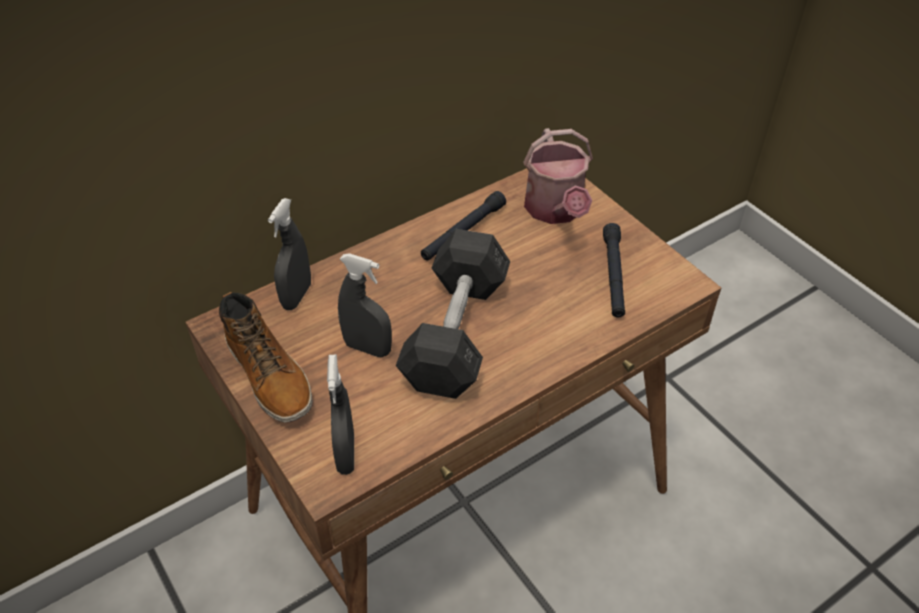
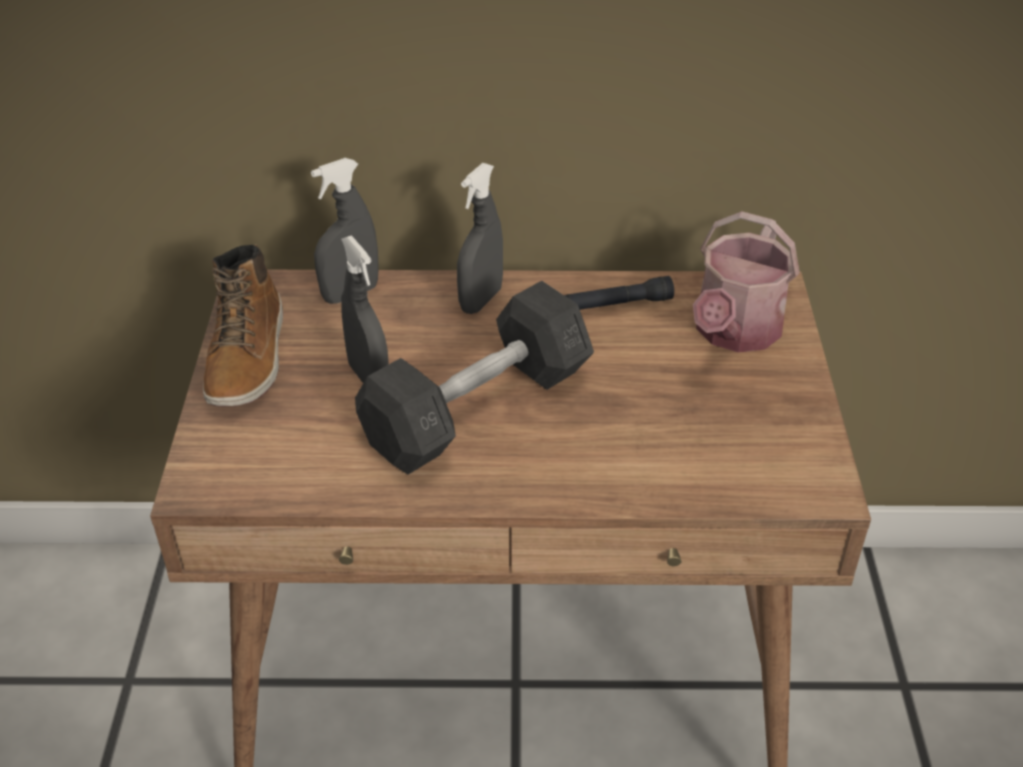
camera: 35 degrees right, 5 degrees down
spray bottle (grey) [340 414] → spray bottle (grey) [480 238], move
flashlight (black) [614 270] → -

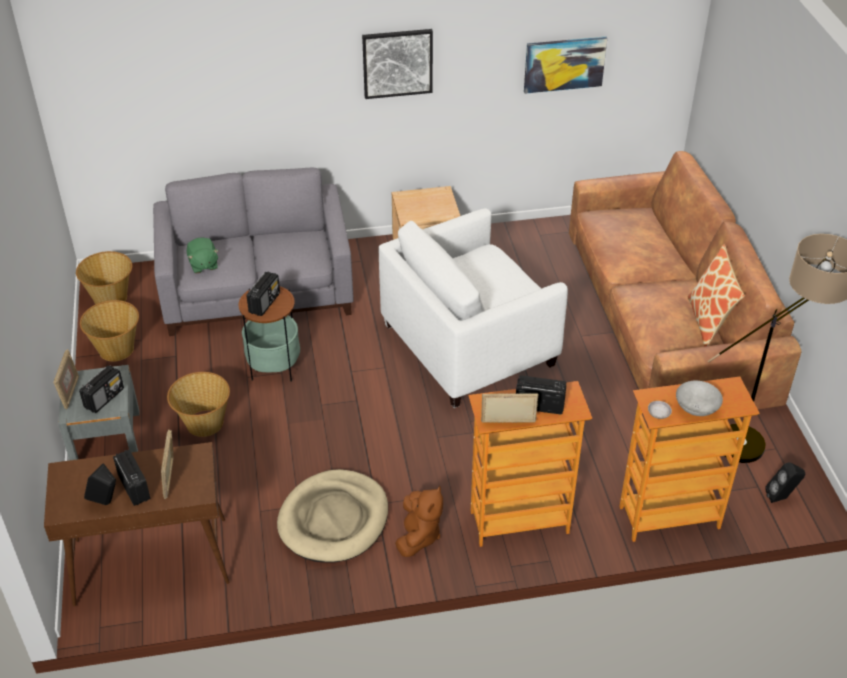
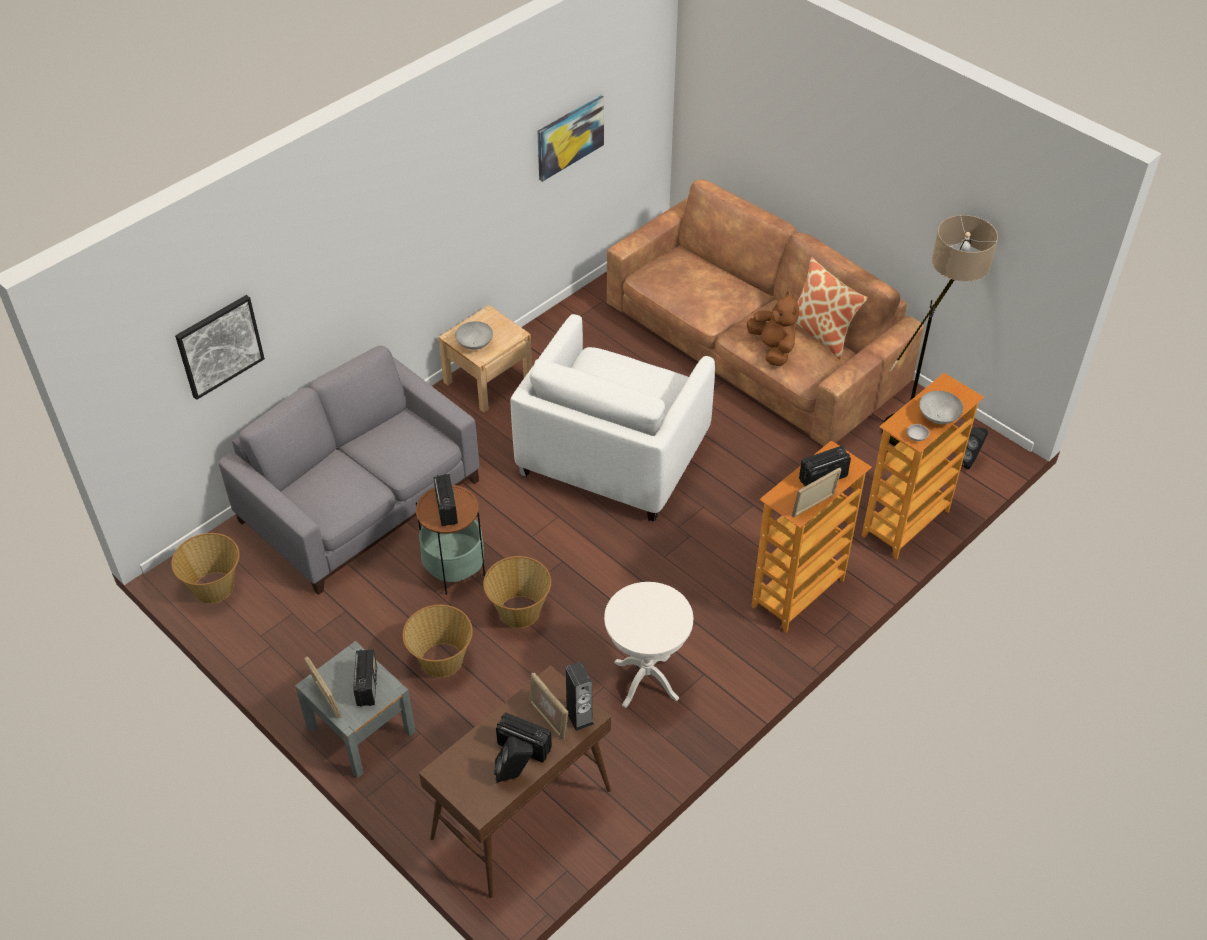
camera: 35 degrees left, 5 degrees up
basket [109 331] → basket [517 592], move
plush toy (green) [203 255] → -
dog bed (beige) [332 516] → side table (white) [649 645]
picture [397 64] → picture [220 347], move
plush toy (brown) [419 521] → plush toy (brown) [773 328], move
- → bowl (grey) [474 335]
- → speaker [579 696]

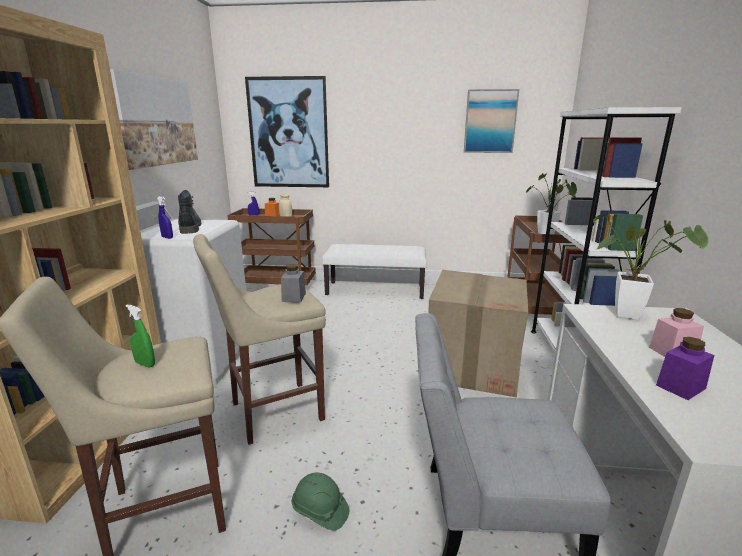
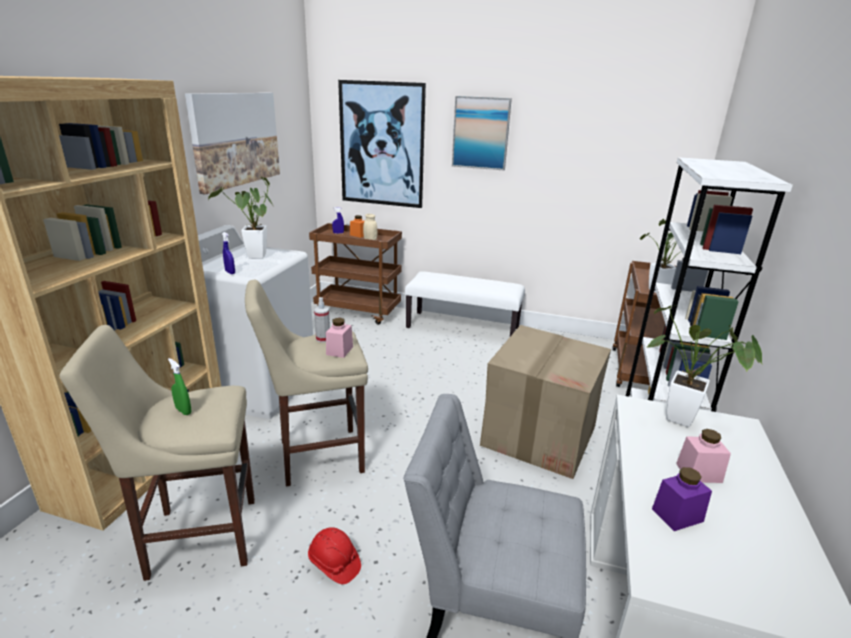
camera: 10 degrees right, 5 degrees up
boot [189 212] → potted plant [240 218]
jar (grey) [293 283] → jar (pink) [339 338]
hard hat (green) [320 502] → hard hat (red) [334 555]
picture [492 121] → picture [482 133], move
- → spray bottle [322 320]

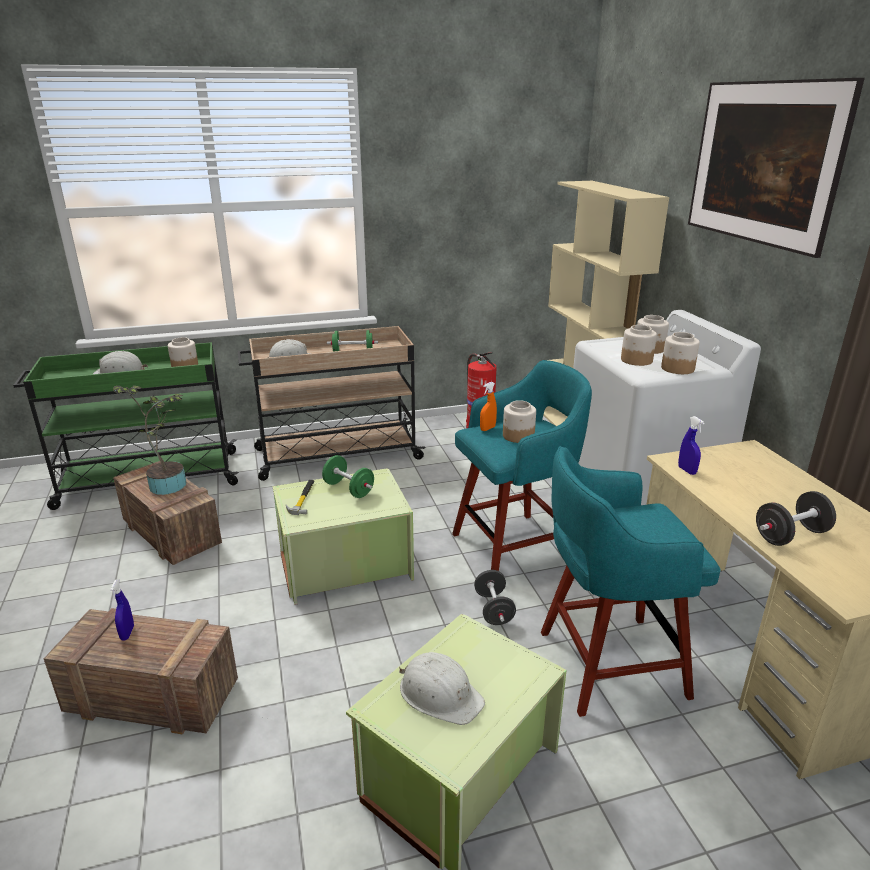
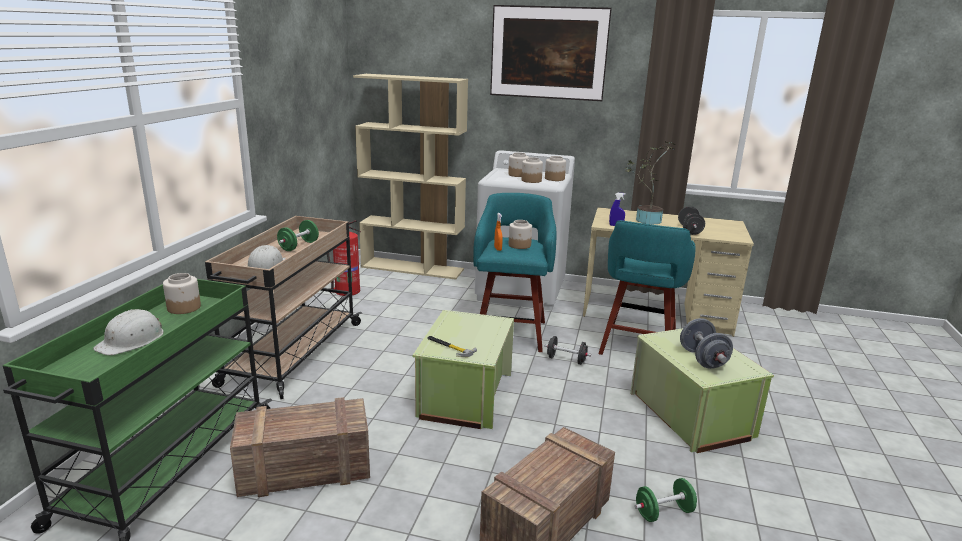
camera: 60 degrees left, 5 degrees down
spray bottle (blue) [122 610] → -
potted plant [150 440] → potted plant [650 183], move
dumbbell (green) [348 476] → dumbbell (green) [666 500], move
hard hat (white) [442 688] → dumbbell (grey) [706 343]

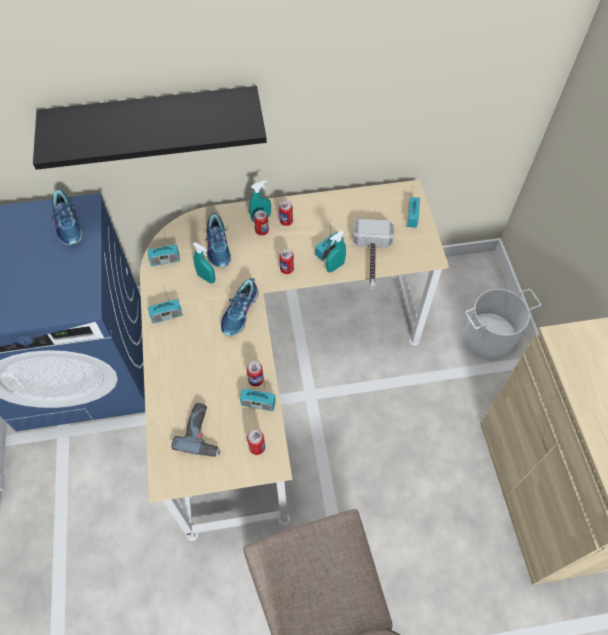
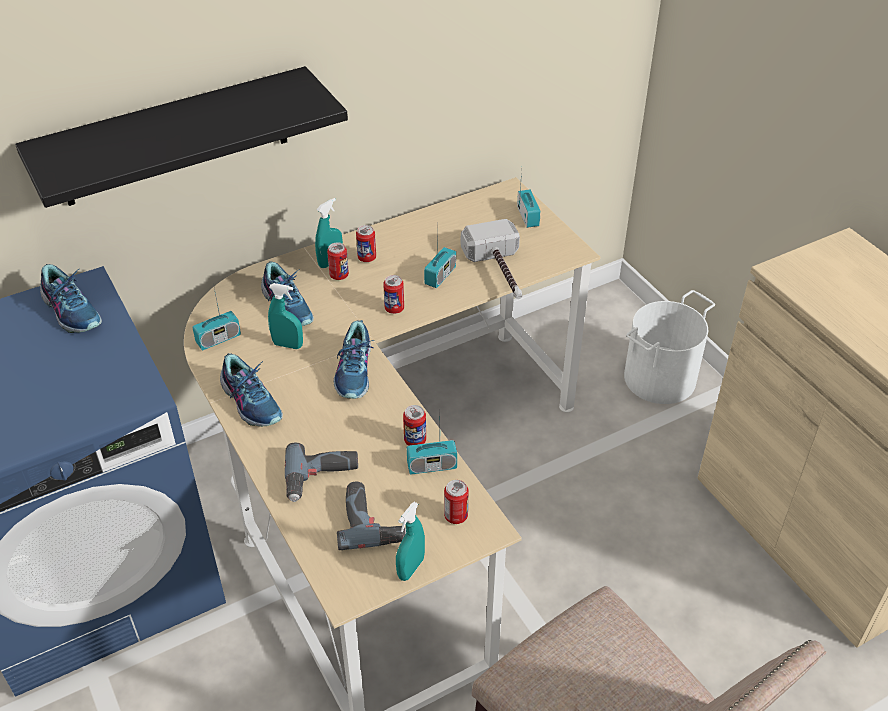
camera: 20 degrees left, 15 degrees down
radio [165 304] → shoe [251 390]
spray bottle (turquoise) [336 252] → spray bottle (turquoise) [410 541], move
- → power drill [321 472]

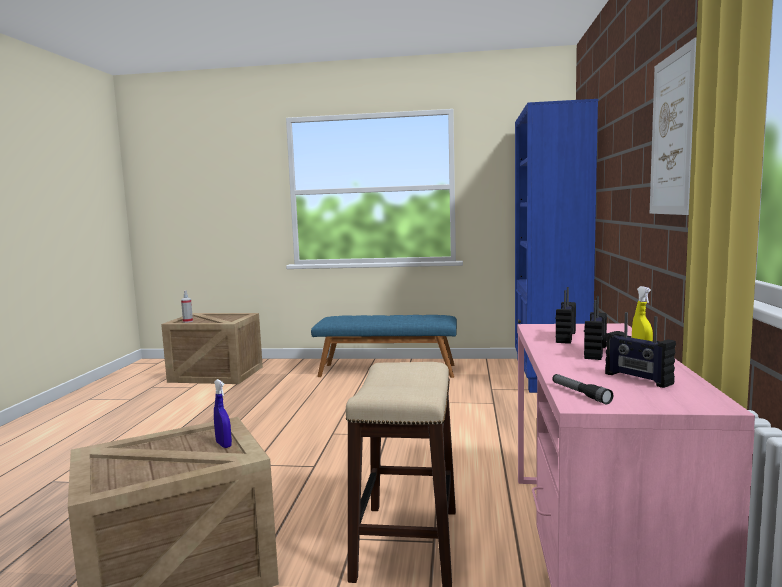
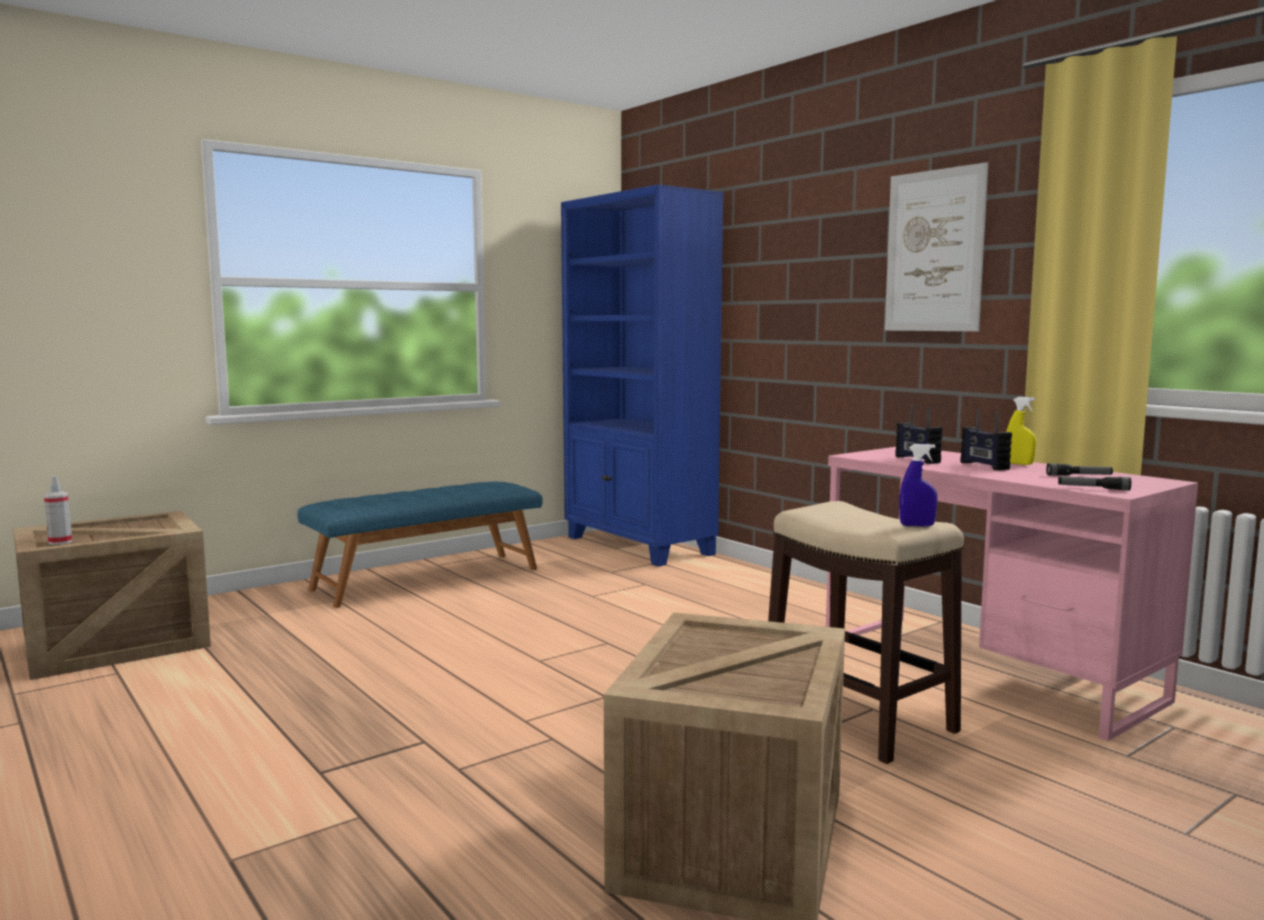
camera: 45 degrees left, 0 degrees up
spray bottle (blue) [223 413] → spray bottle (blue) [918 485], move
radio [640 350] → flashlight [1079 469]

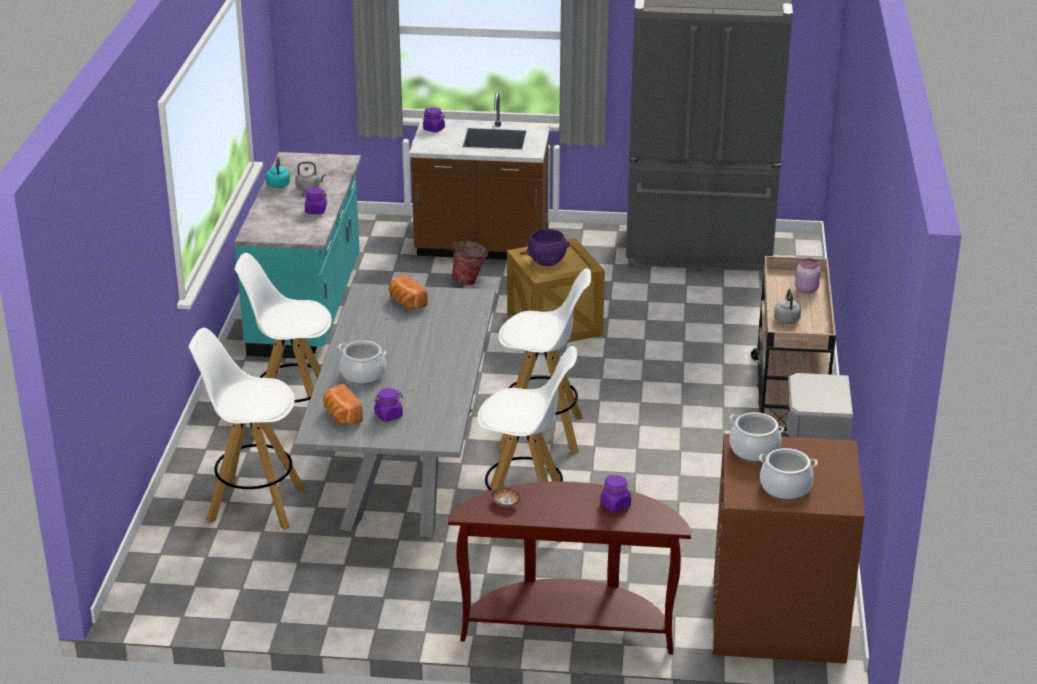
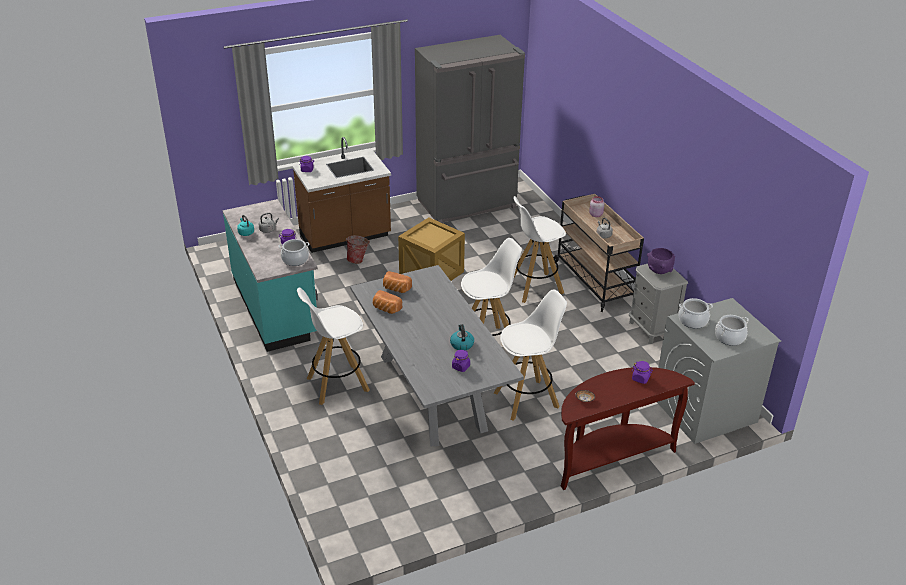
camera: 30 degrees left, 5 degrees up
stool (white) [247 429] → stool (white) [539 249], move
bread [343 404] → bread [387 302], move
cooking pot [362 362] → cooking pot [293 252], move
bowl (purple) [547 247] → bowl (purple) [661 261], move
washing machine (brown) [789 549] → washing machine (grey) [719 371]
- → kettle [462 337]

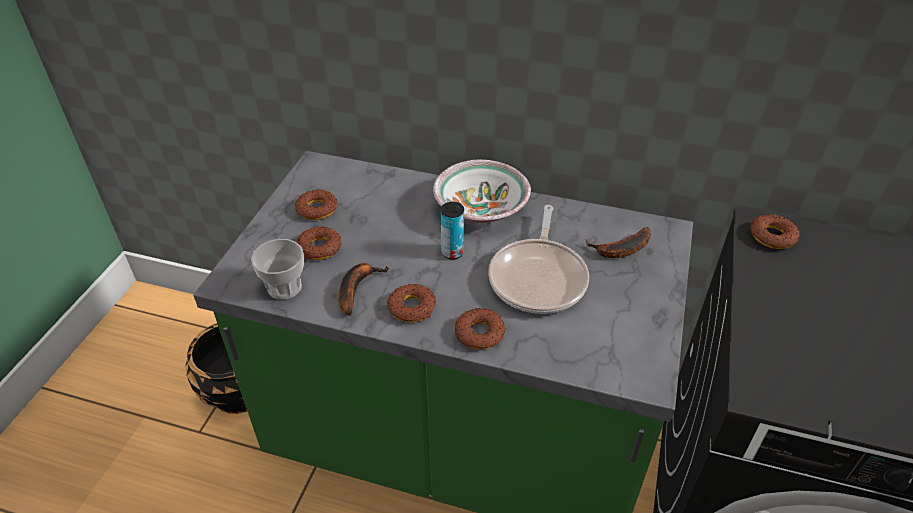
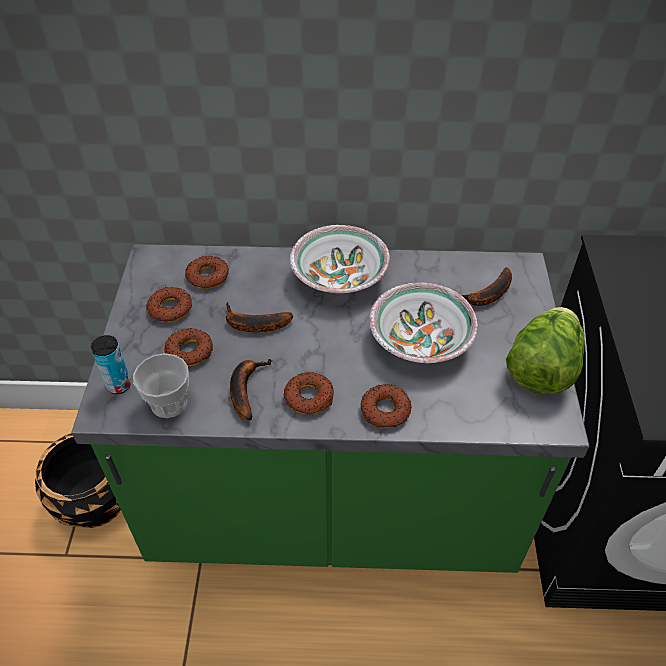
camera: 15 degrees left, 5 degrees up
can [452 231] → can [111 364], move
frying pan [538 259] → bowl [423 322]
donut [775 231] → donut [207 272], move
- → banana [259 317]
- → lettuce [545 350]

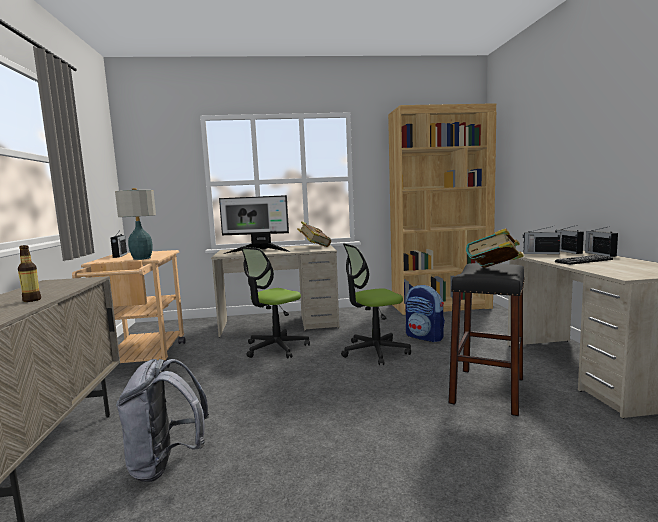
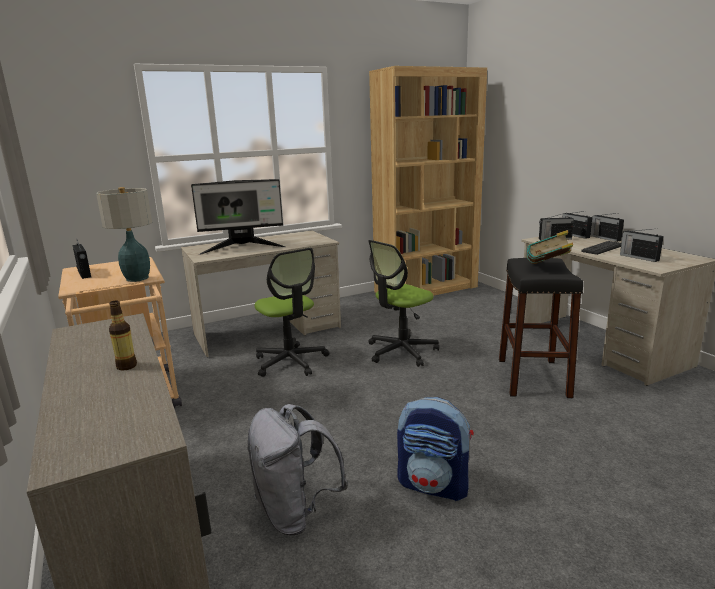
camera: 20 degrees left, 10 degrees up
office chair [275 303] → office chair [292 312], 60 degrees counterclockwise
book [314 234] → -
backpack [425 313] → backpack [435 449], move
- → radio [642 245]

